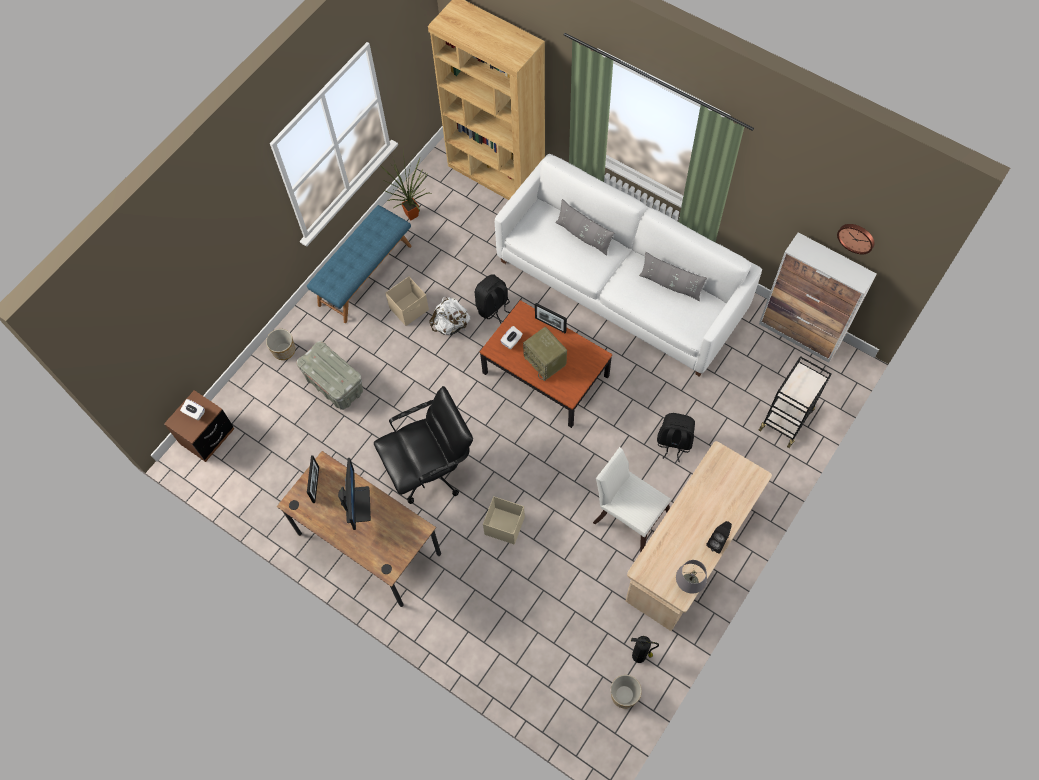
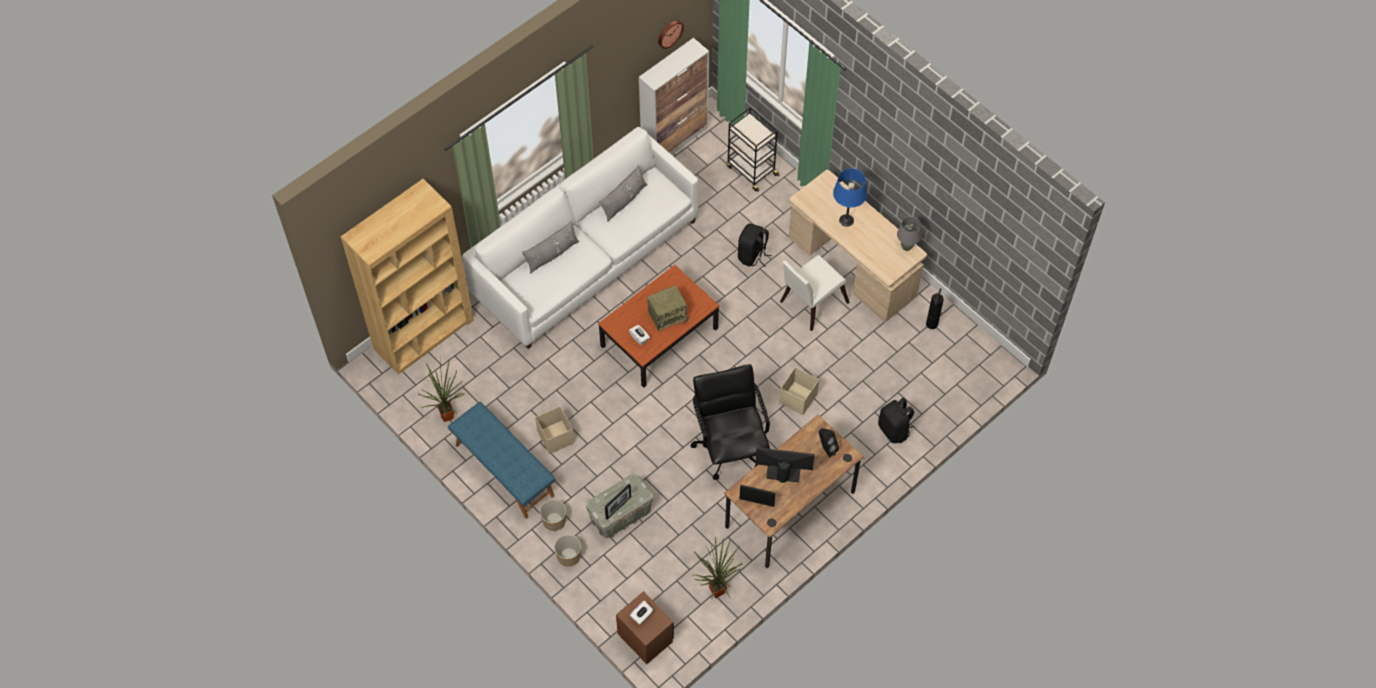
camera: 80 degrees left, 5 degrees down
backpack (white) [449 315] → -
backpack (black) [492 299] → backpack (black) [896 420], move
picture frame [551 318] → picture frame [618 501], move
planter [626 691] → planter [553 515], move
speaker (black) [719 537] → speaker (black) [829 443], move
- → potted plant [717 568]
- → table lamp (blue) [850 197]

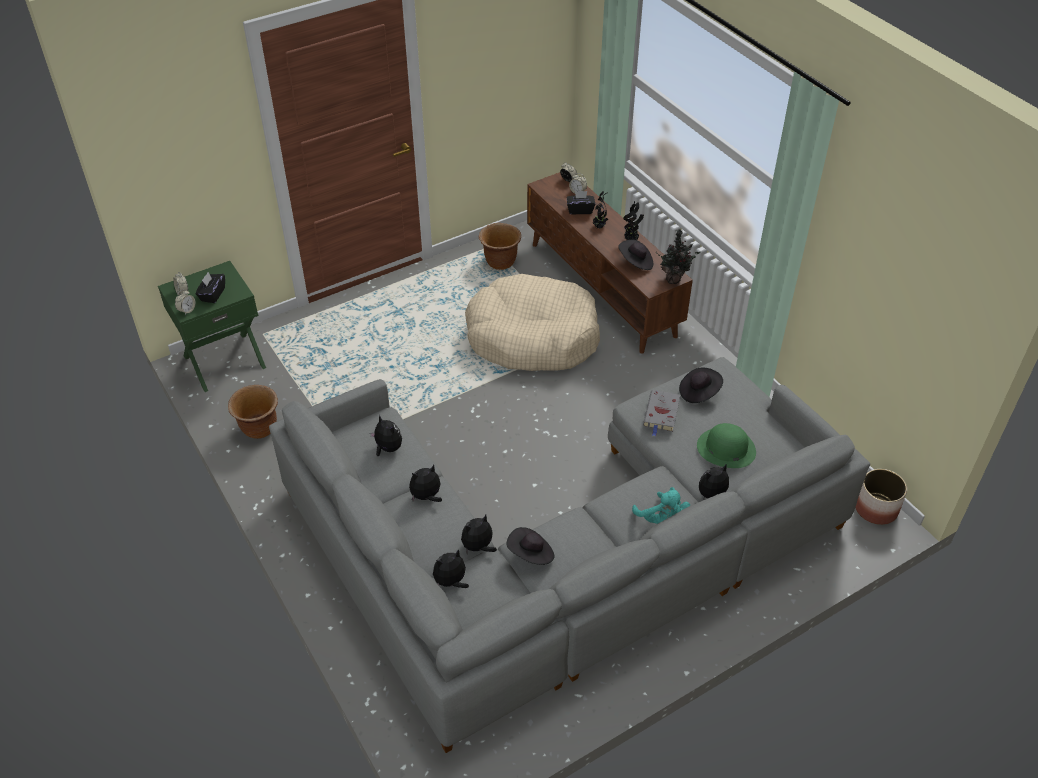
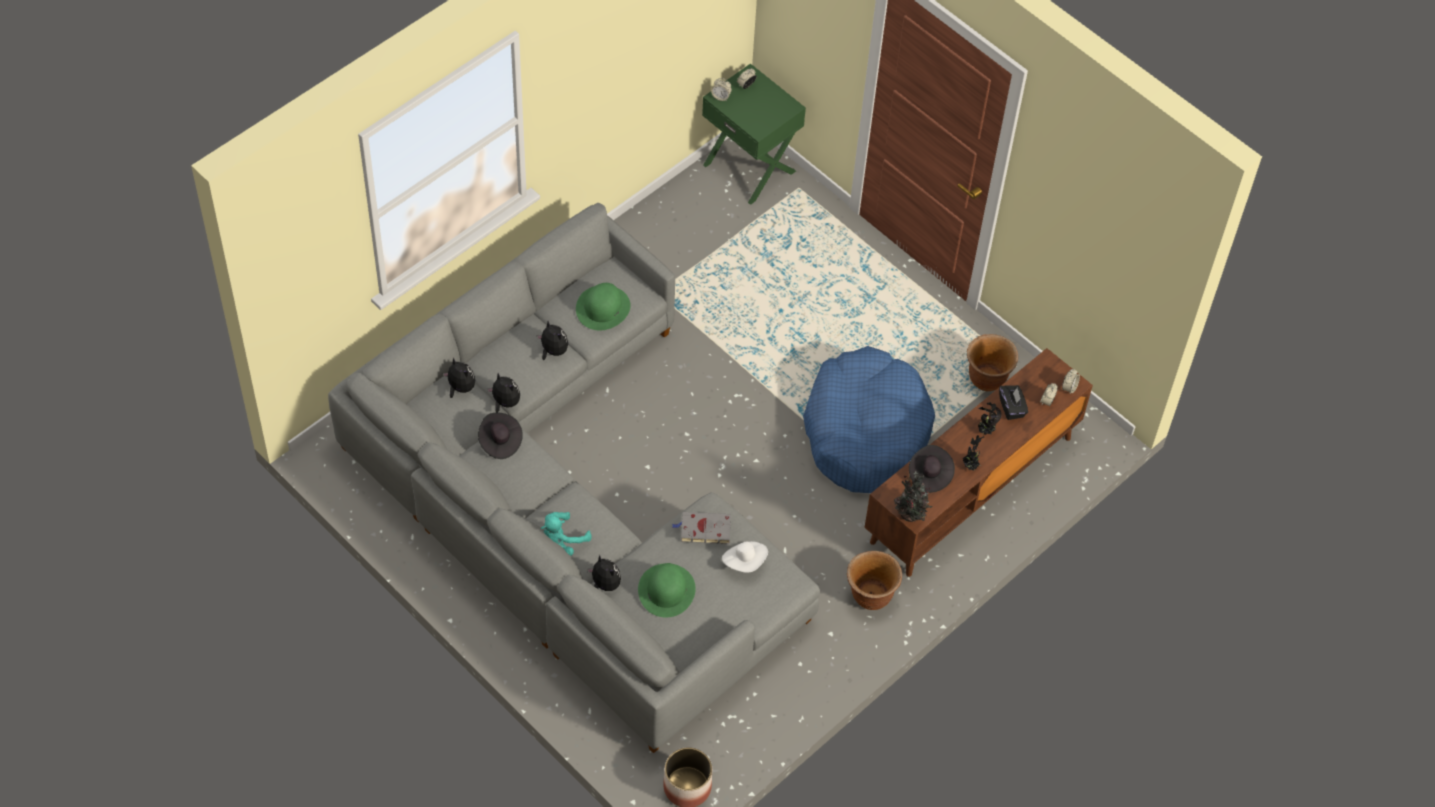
camera: 75 degrees right, 10 degrees up
tissue box (black) [210 287] → -
planter (brown) [253 412] → planter (brown) [874 580], move
plush toy [386 435] → hat (green) [603 306]
dog bed (beige) [532 322] → dog bed (blue) [869 419]
hat (black) [701 385] → hat (white) [745 557]

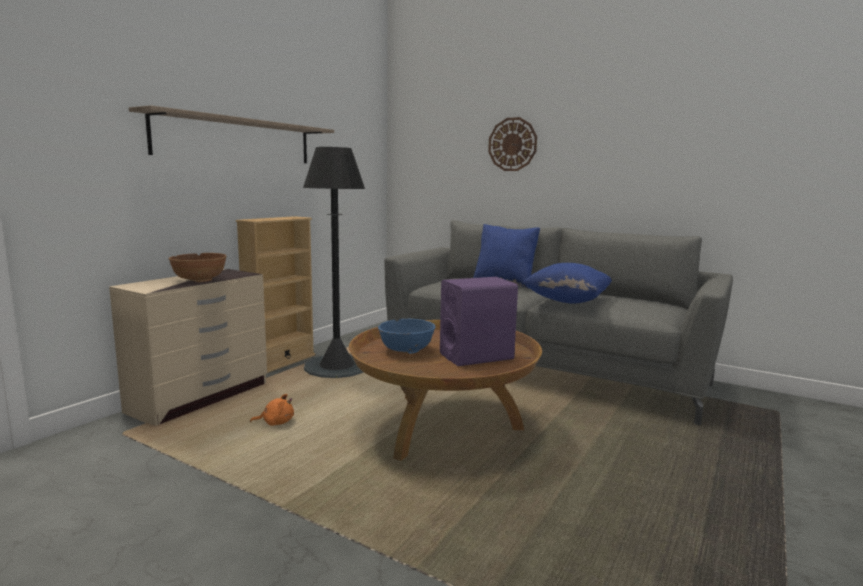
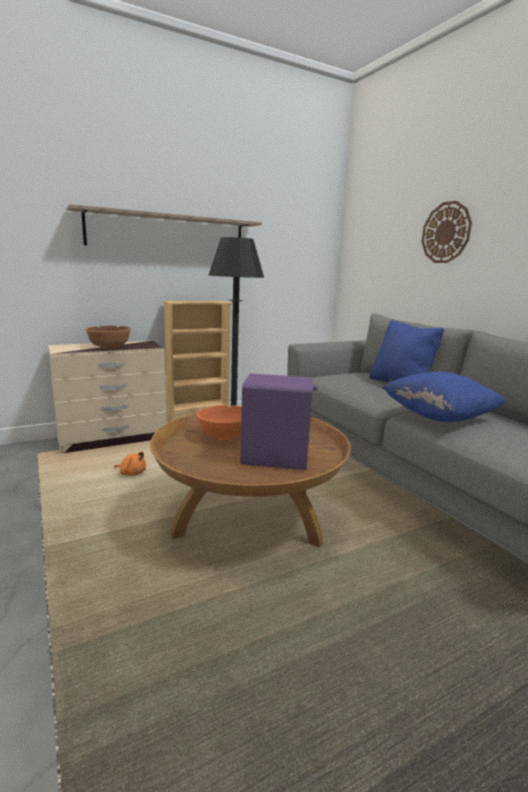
camera: 30 degrees right, 5 degrees up
bowl (blue) [406 336] → bowl (orange) [219 423]

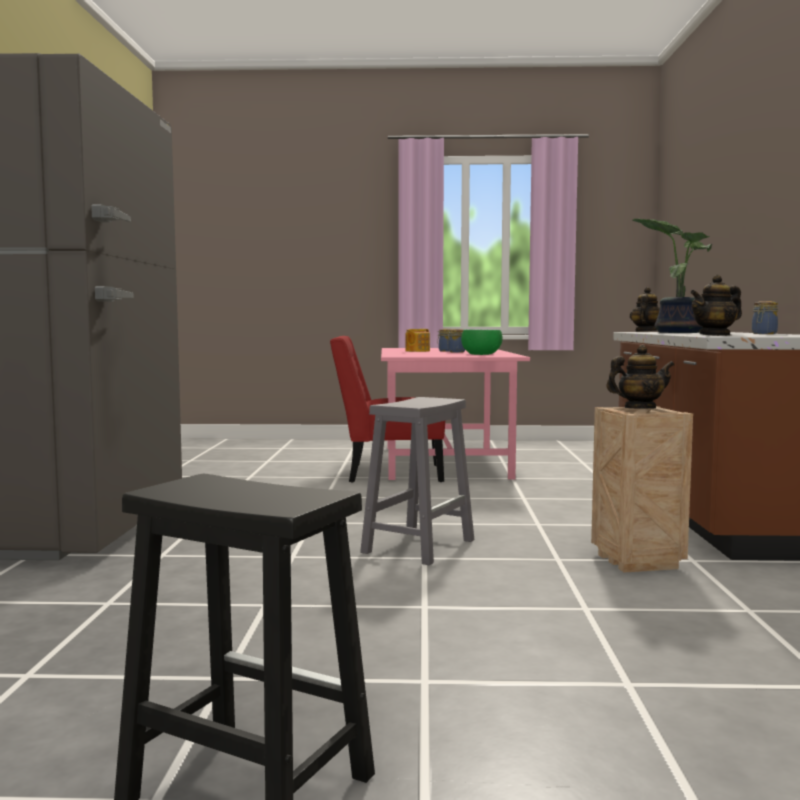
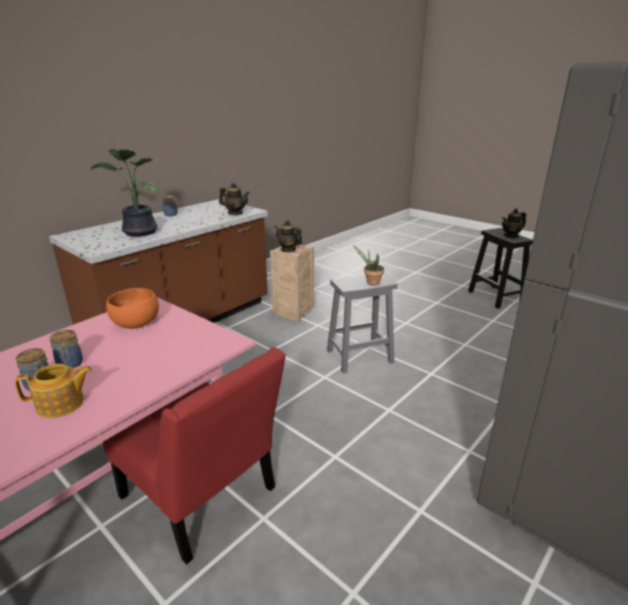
camera: 140 degrees left, 20 degrees up
bowl (green) [482 342] → bowl (orange) [132 308]
teapot [645 309] → teapot [514 223], move
- → potted plant [368 265]

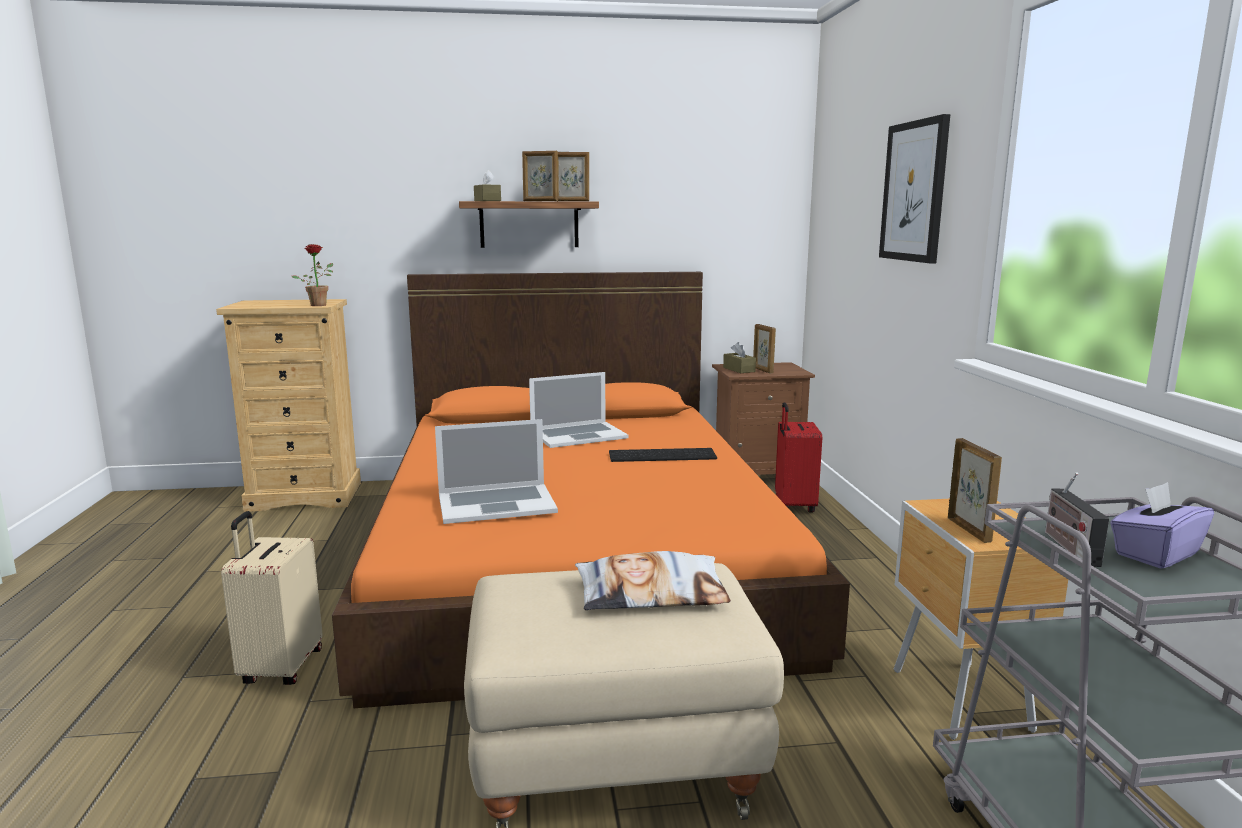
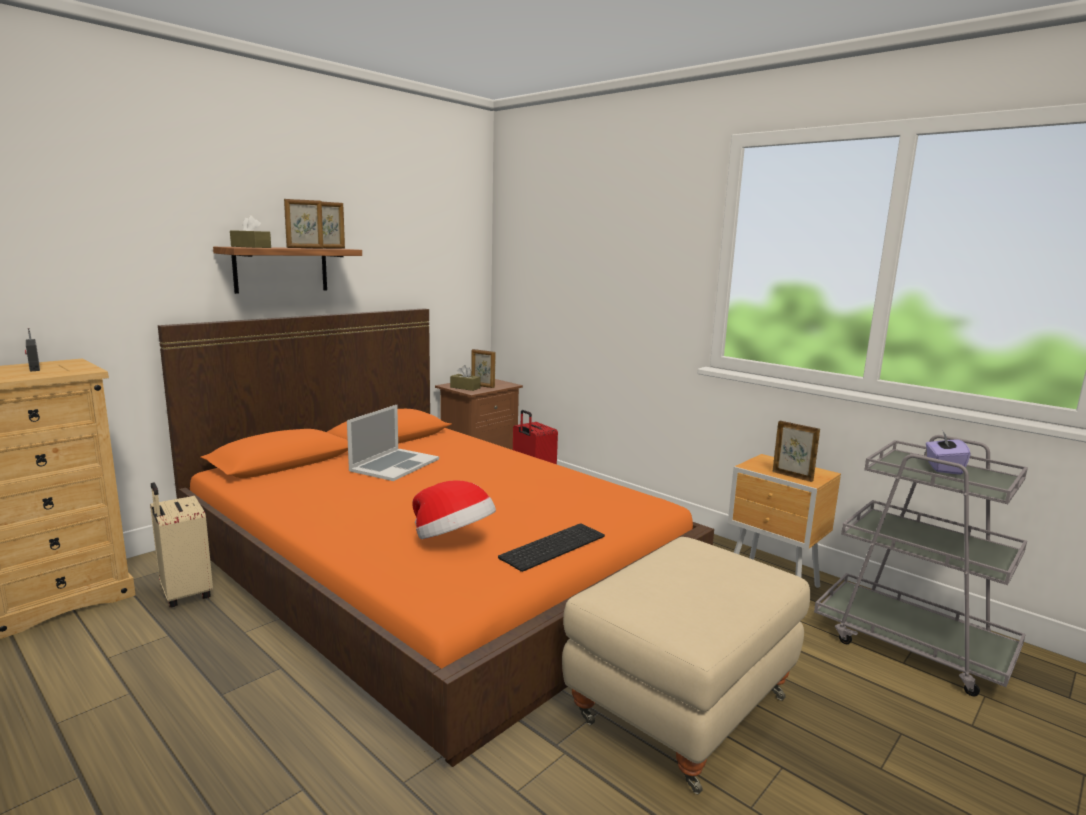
camera: 40 degrees left, 0 degrees up
suitcase (beige) [272 598] → suitcase (beige) [181 544], move
potted plant [312 275] → -
laptop [496 471] → hat [454 509]
pillow [653 580] → -
keyboard [663 455] → keyboard [551 547], move
picture [914 188] → -
radio [1077 519] → radio [32 349], move

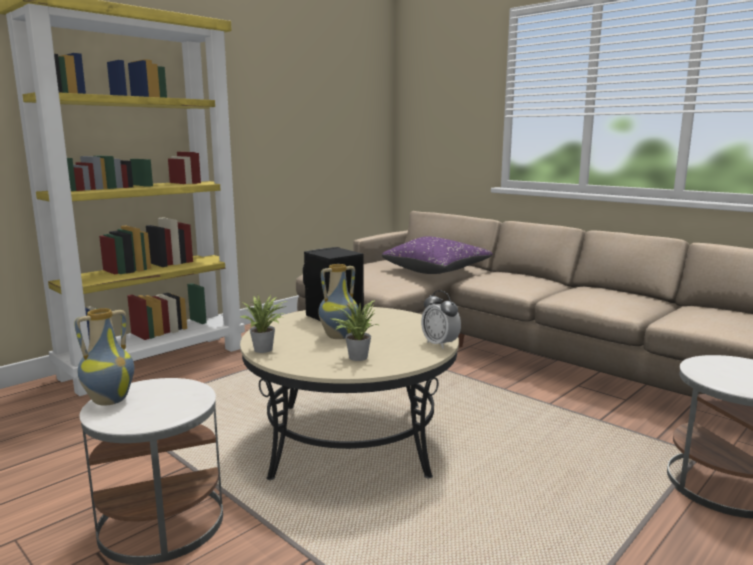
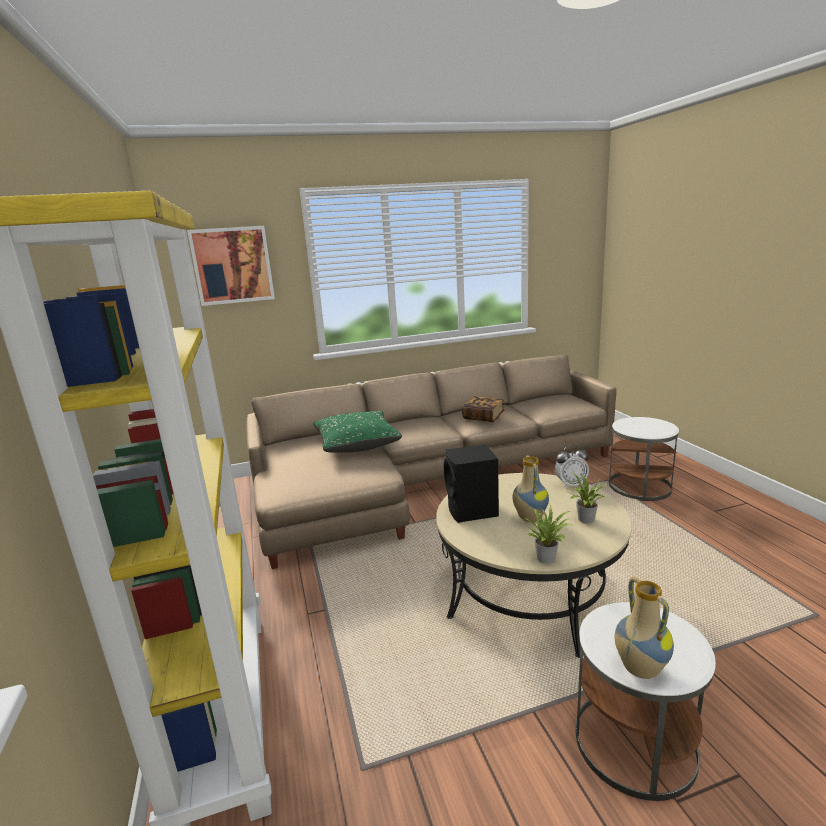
camera: 60 degrees left, 5 degrees up
pillow (purple) [437 255] → pillow (green) [357 432]
- → picture [231 266]
- → book [483 409]

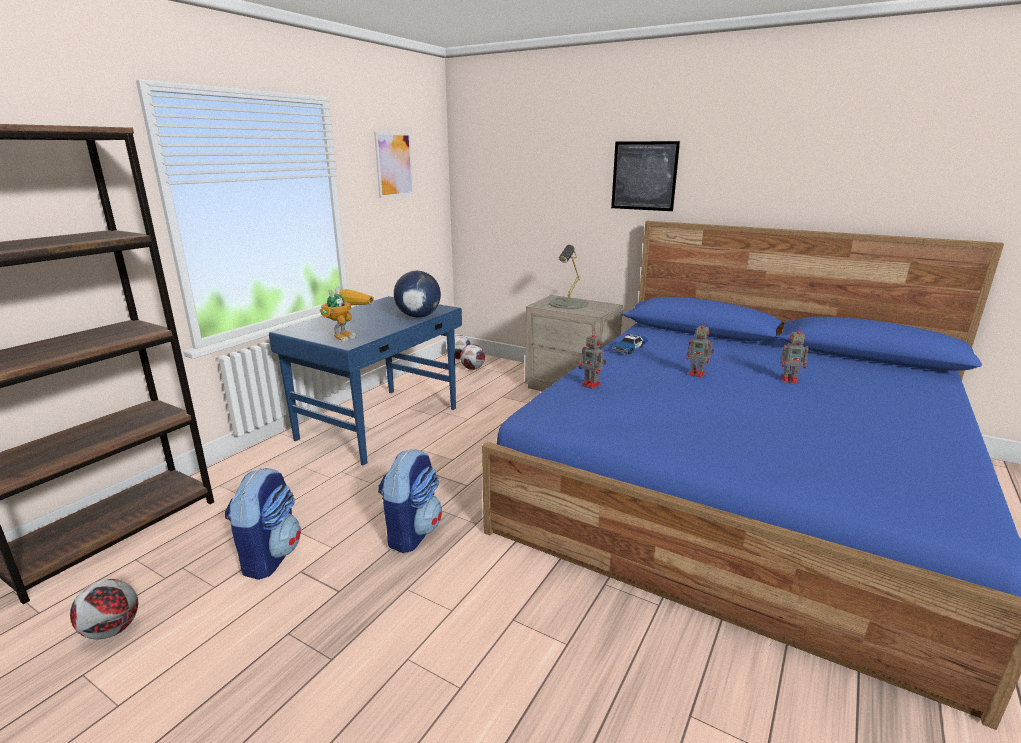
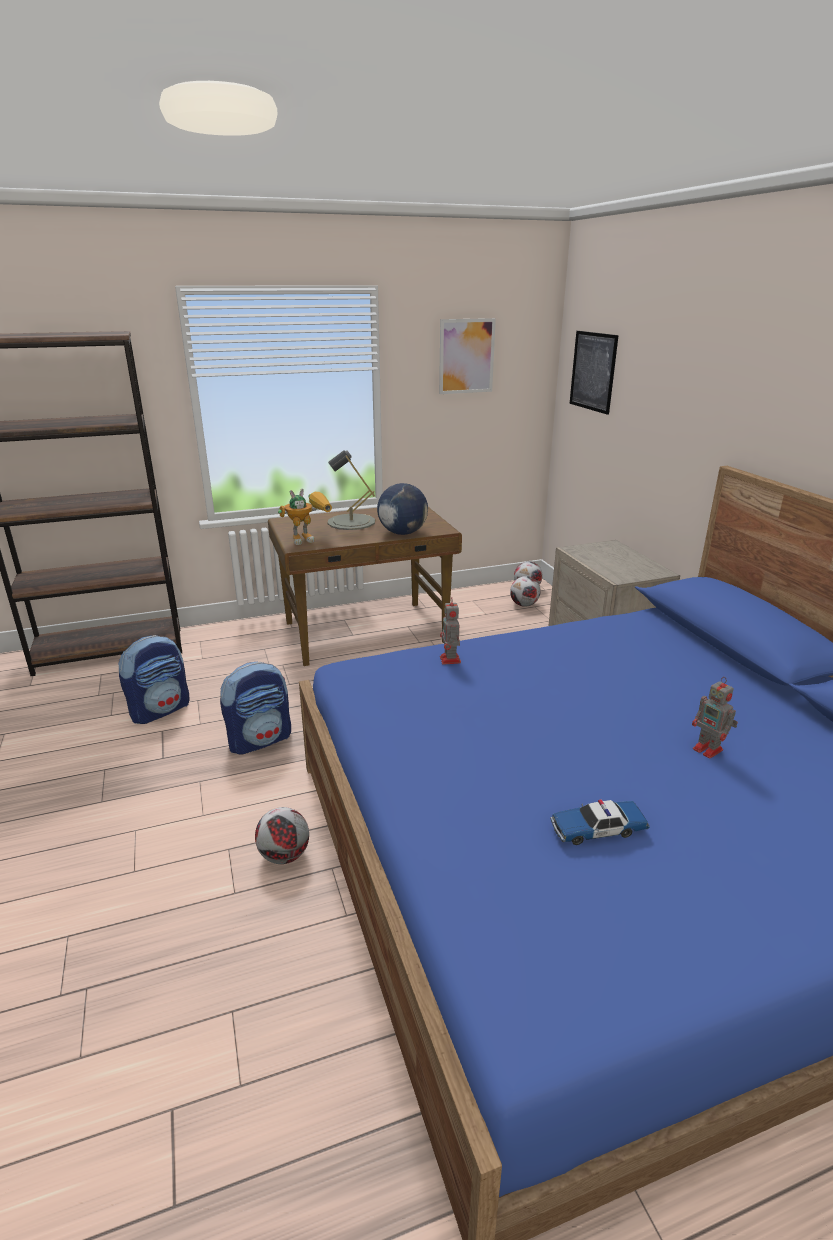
camera: 40 degrees right, 5 degrees up
football [104 609] → football [282 835], move
desk (blue) [365 381] → desk (brown) [365 586]
table lamp (grey) [568 277] → table lamp (grey) [351 490], move
picture [645 176] → picture [594 373], move
toy car [630 344] → toy car [600 822], move
toy robot [700 349] → -

